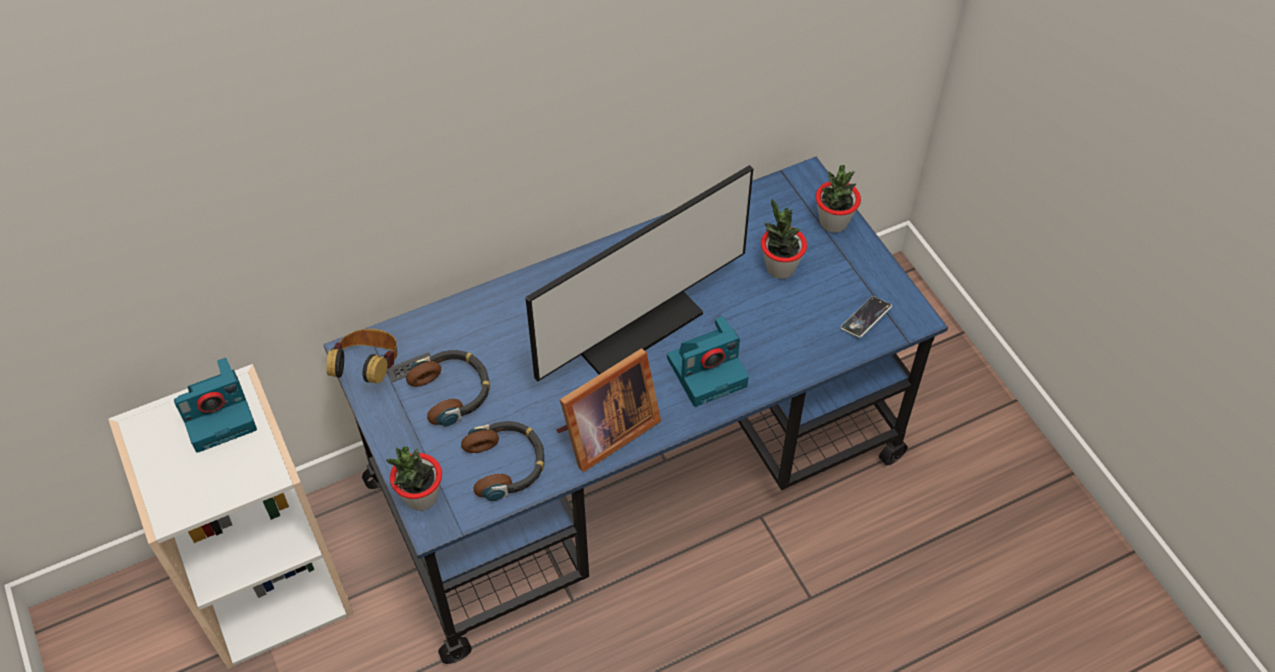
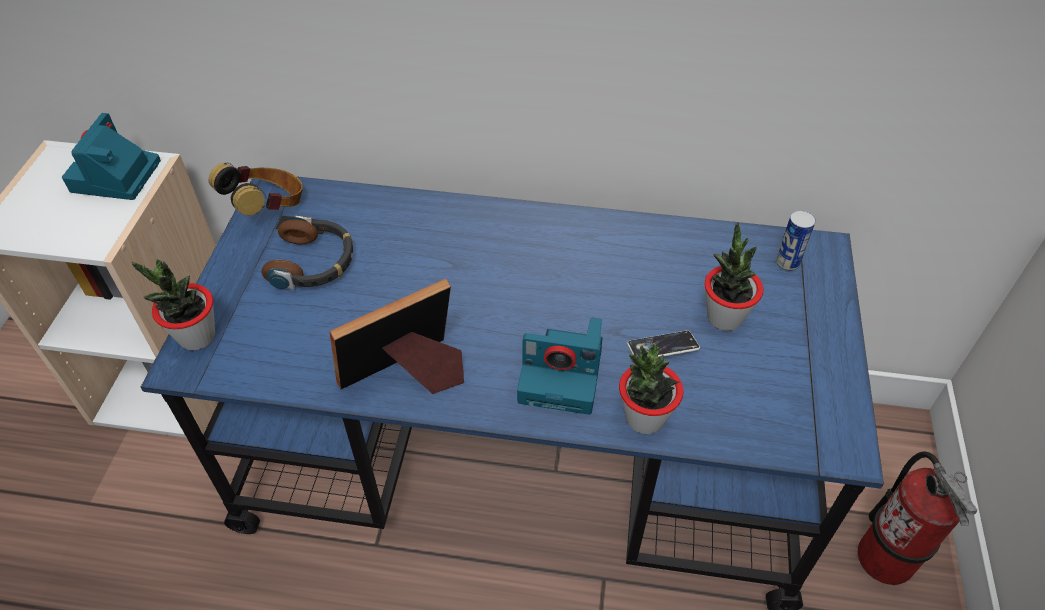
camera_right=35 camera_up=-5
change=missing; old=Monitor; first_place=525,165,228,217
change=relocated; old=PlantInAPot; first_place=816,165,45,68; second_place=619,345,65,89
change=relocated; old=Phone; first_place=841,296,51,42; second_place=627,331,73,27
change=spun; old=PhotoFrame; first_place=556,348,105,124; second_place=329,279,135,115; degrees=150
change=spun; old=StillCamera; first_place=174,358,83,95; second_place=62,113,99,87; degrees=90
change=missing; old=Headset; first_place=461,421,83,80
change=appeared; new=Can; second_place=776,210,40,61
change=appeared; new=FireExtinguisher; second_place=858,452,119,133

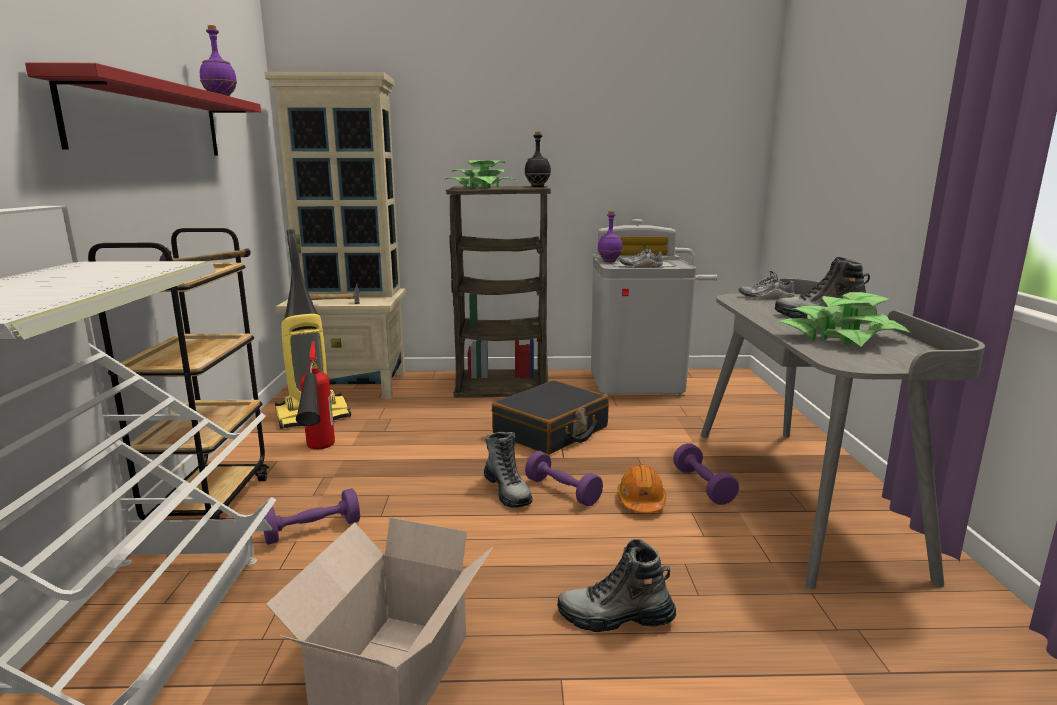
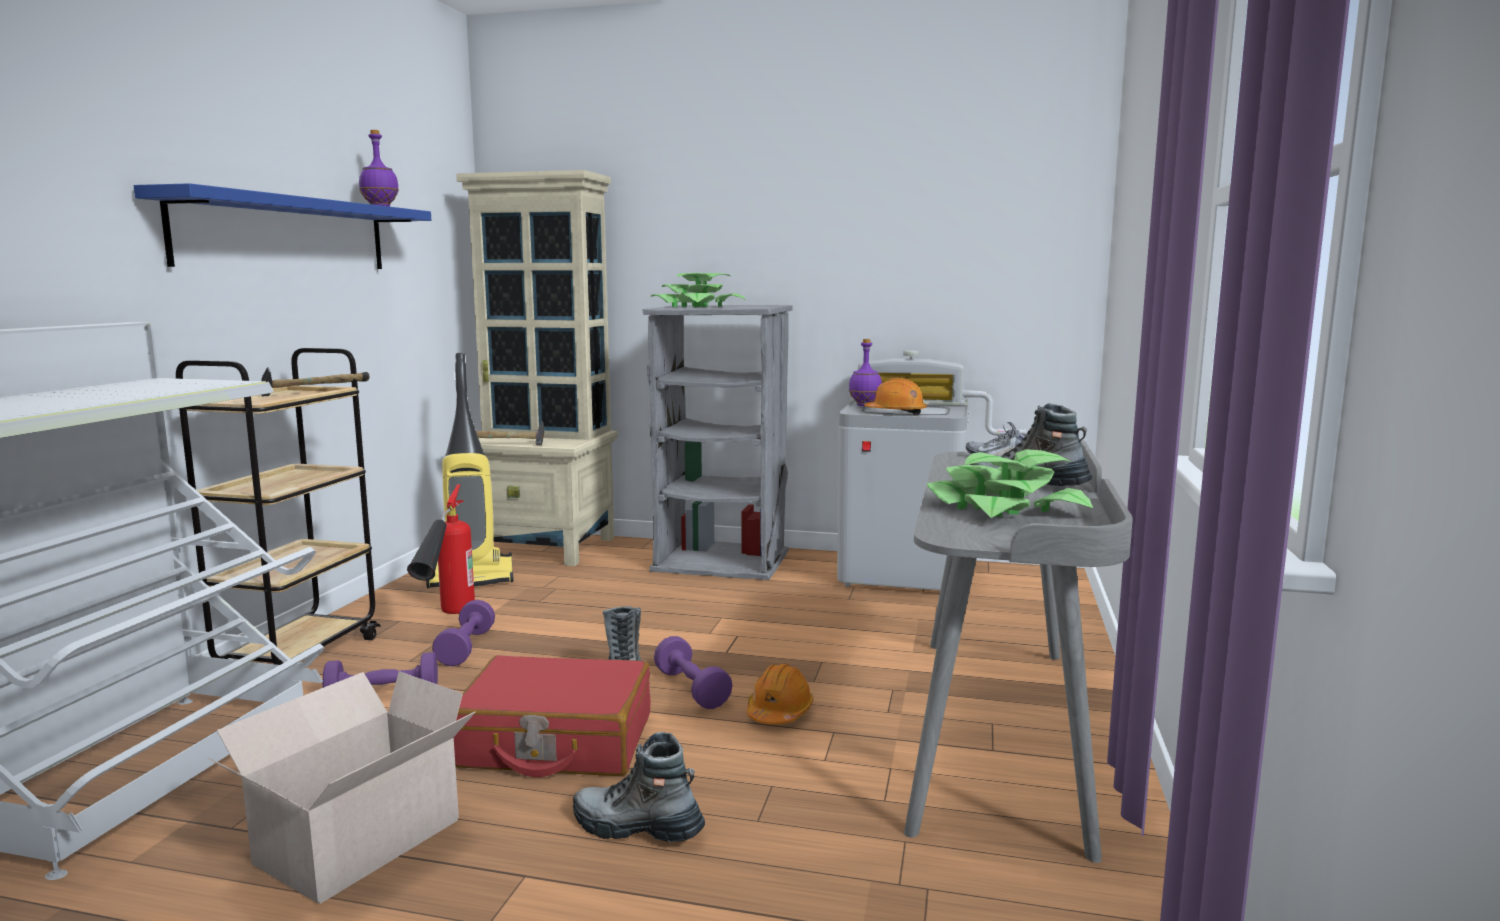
camera_right=15 camera_up=-5
change=colour; old=ReddishWallShelf; new=BluishWallShelf; first_place=25,62,236,94; second_place=134,183,297,86
change=missing; old=BlackBeverageBottle; first_place=525,131,26,56
change=colour; old=BrownishBookcase; new=GreyishBookcase; first_place=446,186,105,212; second_place=642,305,151,275
change=exchanged; old=LowShoe; new=OrangeHardHat; first_place=620,245,43,22; second_place=864,378,63,37
change=missing; old=BlackSuitcase; first_place=492,380,117,75
change=relocated; old=PurpleColouredHandWeight; first_place=673,443,66,62; second_place=432,600,63,66
change=appeared; new=ReddishSuitcase; second_place=454,655,196,122

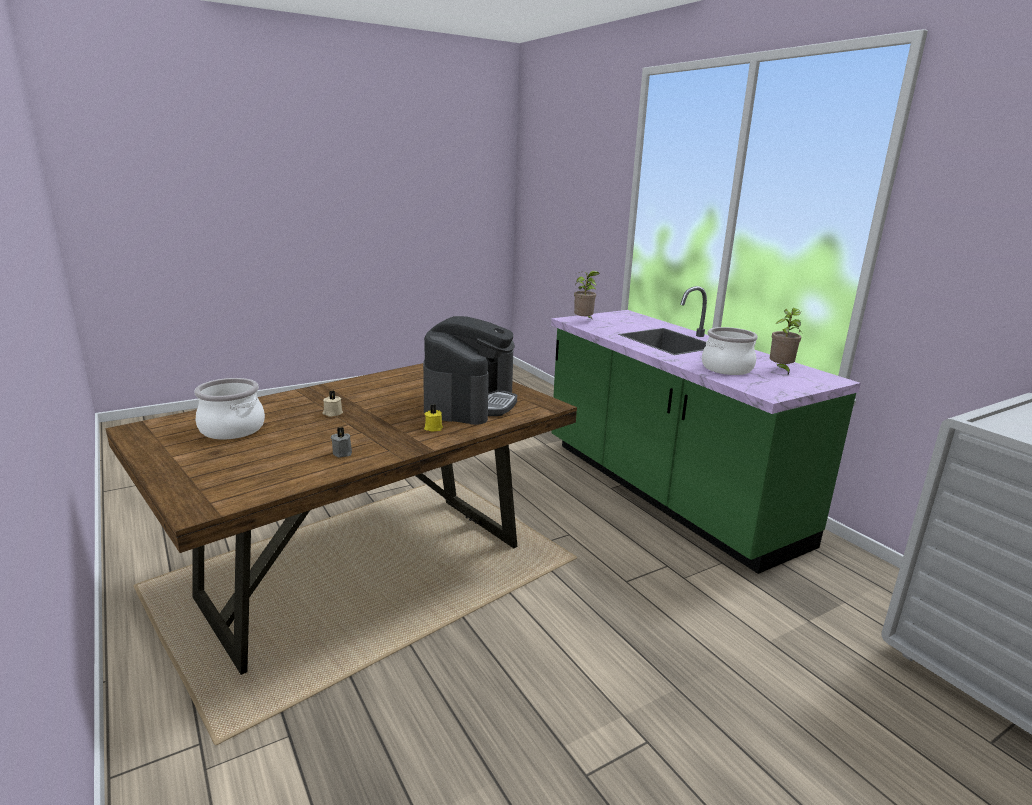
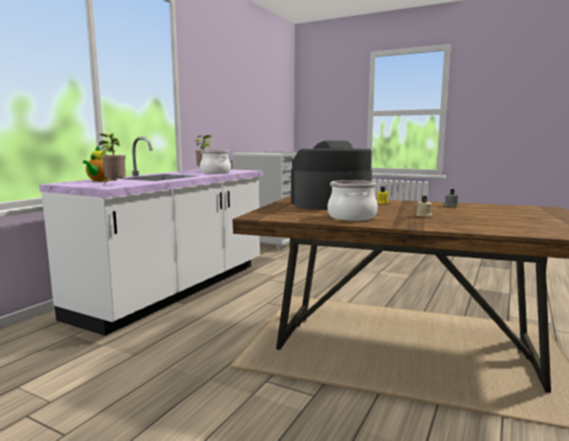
camera_right=-120 camera_up=-10
change=colour; old=GreenColouredKitchenCounter; new=WhitishKitchenCounter; first_place=551,286,310,288; second_place=39,137,224,199
change=relocated; old=Stockpot; first_place=194,378,71,62; second_place=328,180,50,41
change=appeared; new=PotForTea; second_place=83,145,25,37

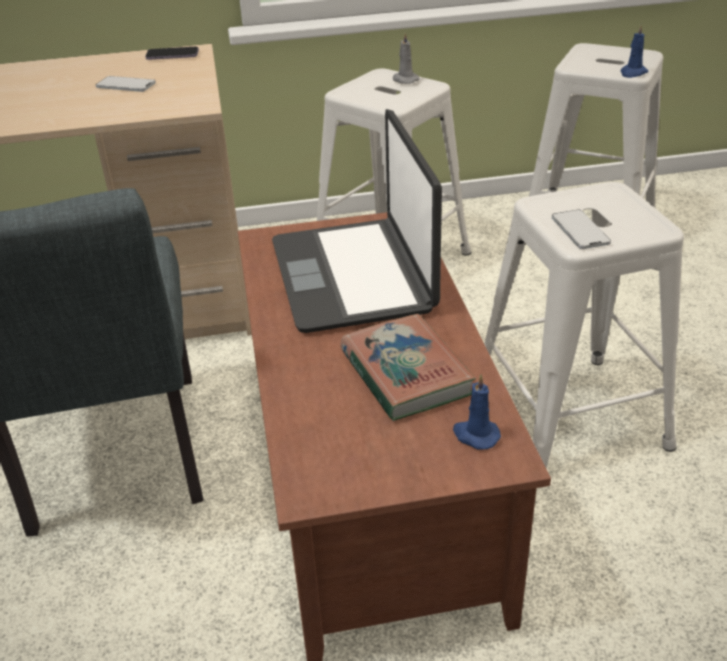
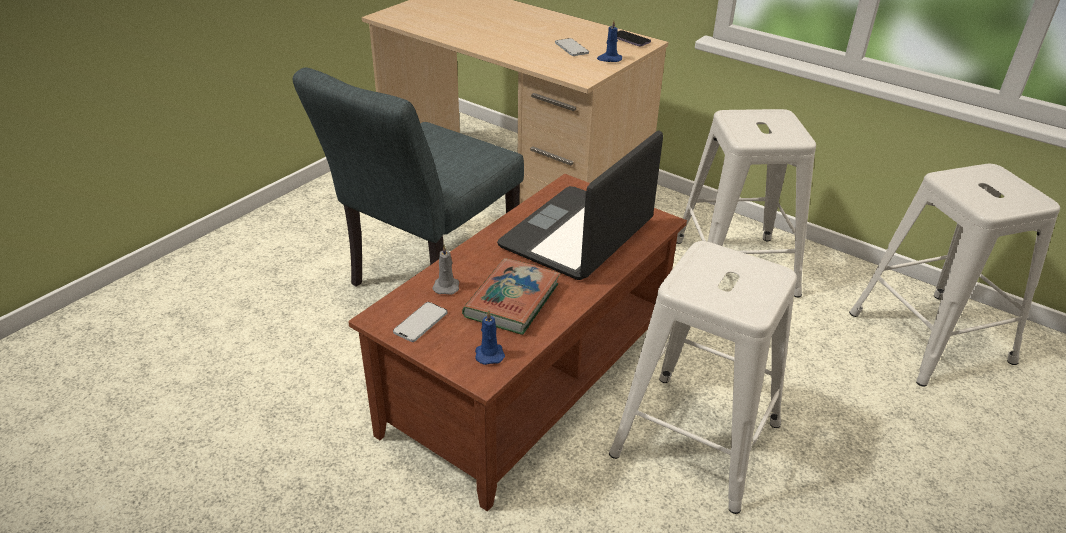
camera_right=45 camera_up=0
change=relocated; old=BluishWaxCandle; first_place=620,24,28,54; second_place=597,19,25,43
change=relocated; old=GreyishWaxCandle; first_place=393,32,26,52; second_place=432,244,27,51
change=relocated; old=Phone; first_place=552,210,59,39; second_place=393,302,55,40

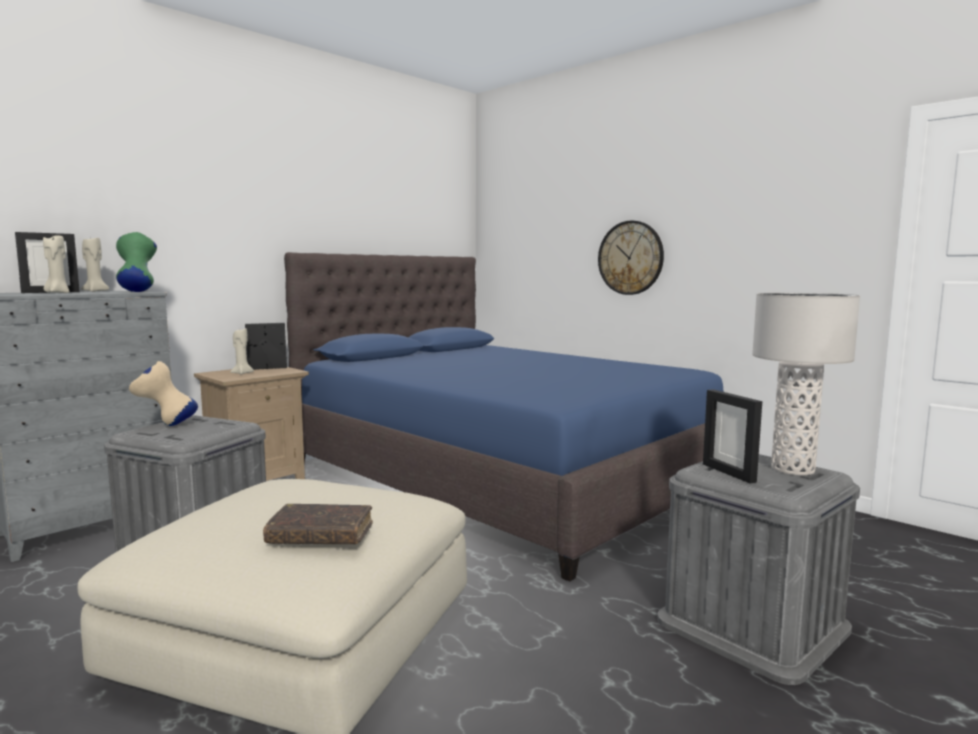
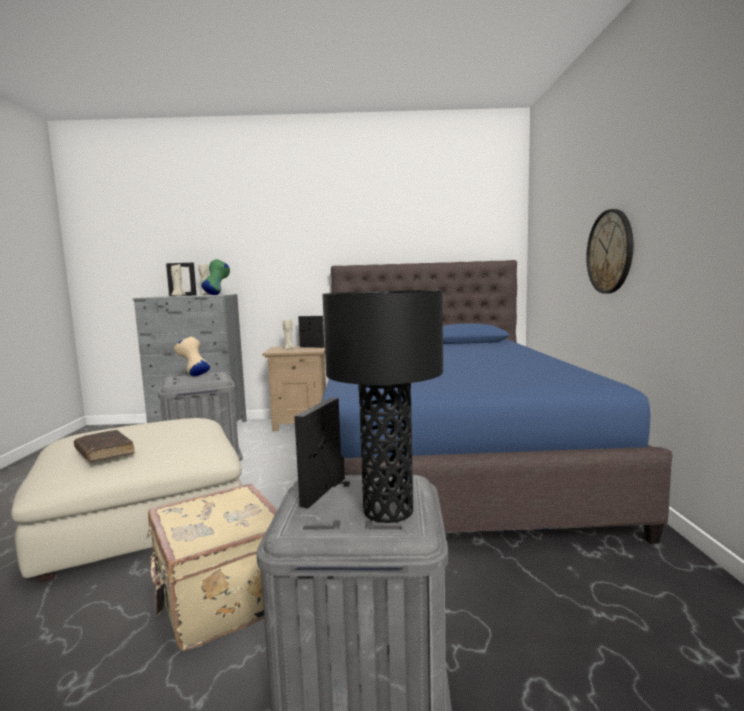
camera_right=45 camera_up=0
change=colour; old=WhitishTableLamp; new=BlackTableLamp; first_place=752,293,108,182; second_place=322,290,121,233
change=appeared; new=BeigeSuitcase; second_place=146,483,131,167

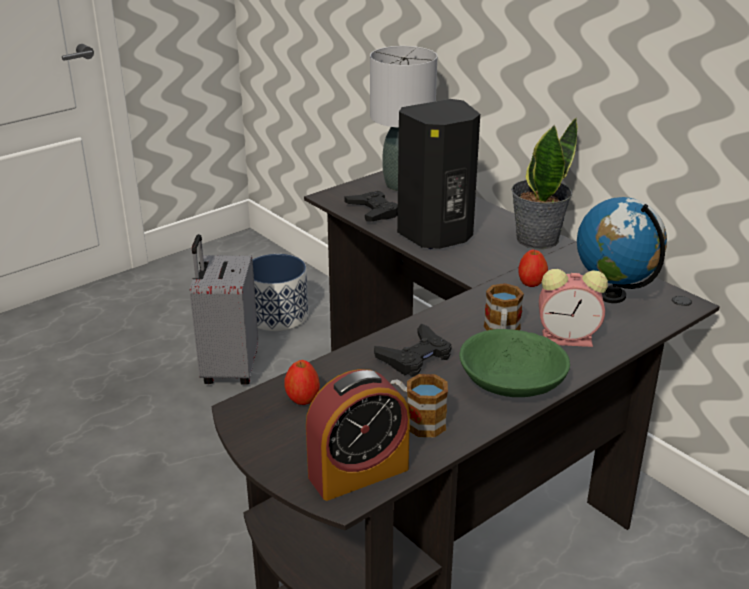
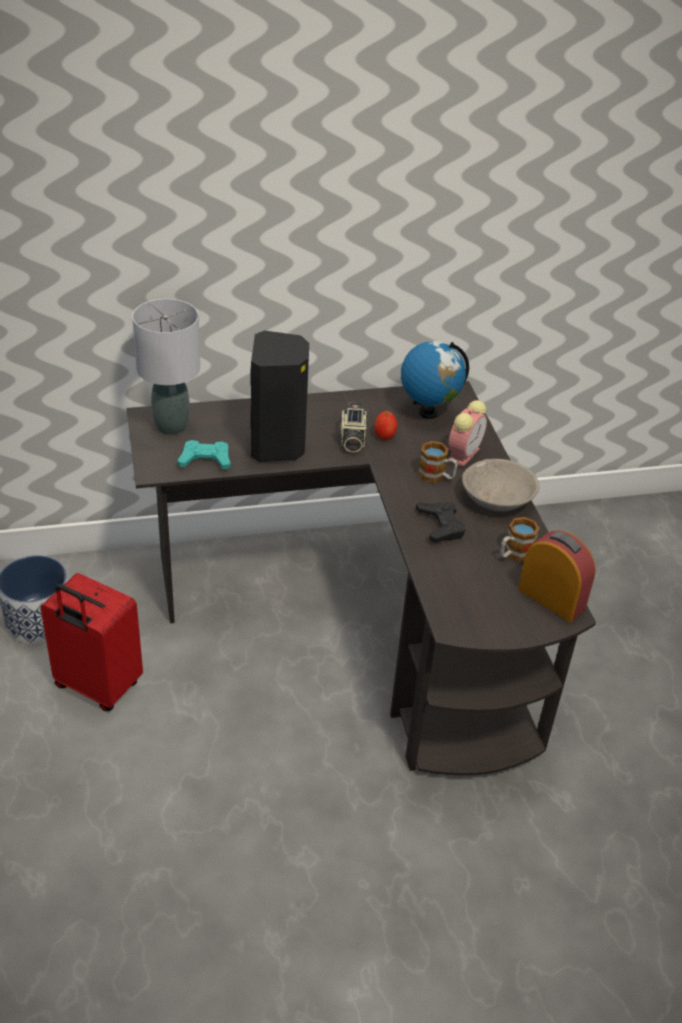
camera_right=-65 camera_up=10
change=missing; old=PlantInAPot; first_place=511,117,66,132
change=colour; old=BlackGamepad; new=BlueGreenGamepad; first_place=345,191,53,30; second_place=177,440,54,29
change=colour; old=GreyishSuitcase; new=ReddishSuitcase; first_place=190,234,68,151; second_place=40,573,103,138
change=colour; old=GreenColouredBowl; new=GreyishBowl; first_place=459,329,111,68; second_place=462,459,77,53
change=missing; old=AppleFruit; first_place=284,360,36,45
change=spun; old=AlarmClock; first_place=306,369,104,132; second_place=518,530,78,92; degrees=-45
change=appeared; new=StillCamera; second_place=338,402,29,51

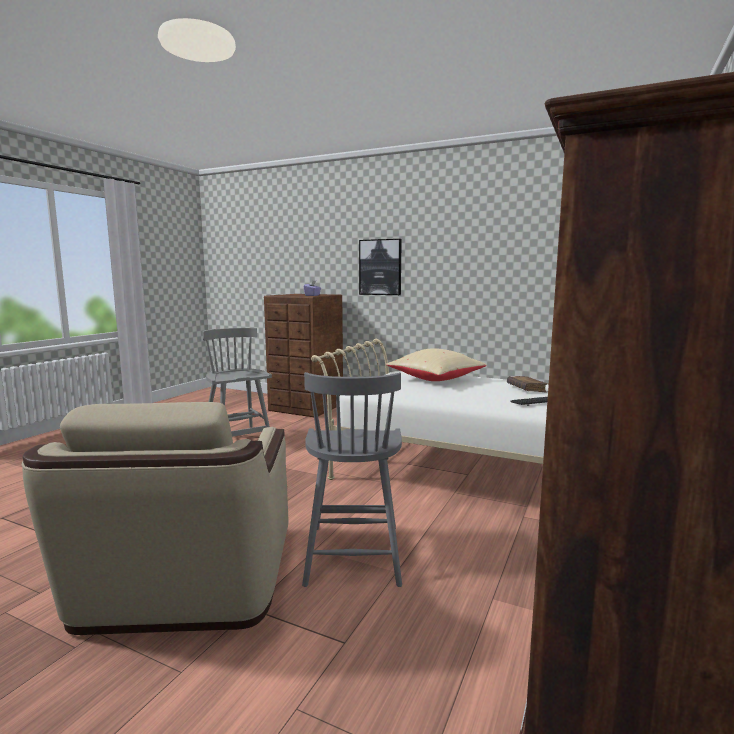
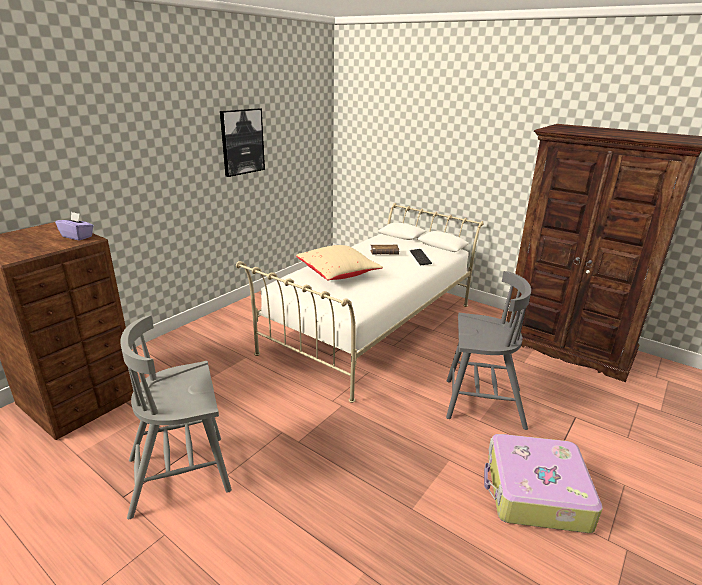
camera_right=-80 camera_up=15
change=relocated; old=WallArt; first_place=359,239,43,56; second_place=220,108,45,69
change=exchanged; old=BeigeArmchair; new=Suitcase; first_place=22,402,266,233; second_place=484,434,119,99

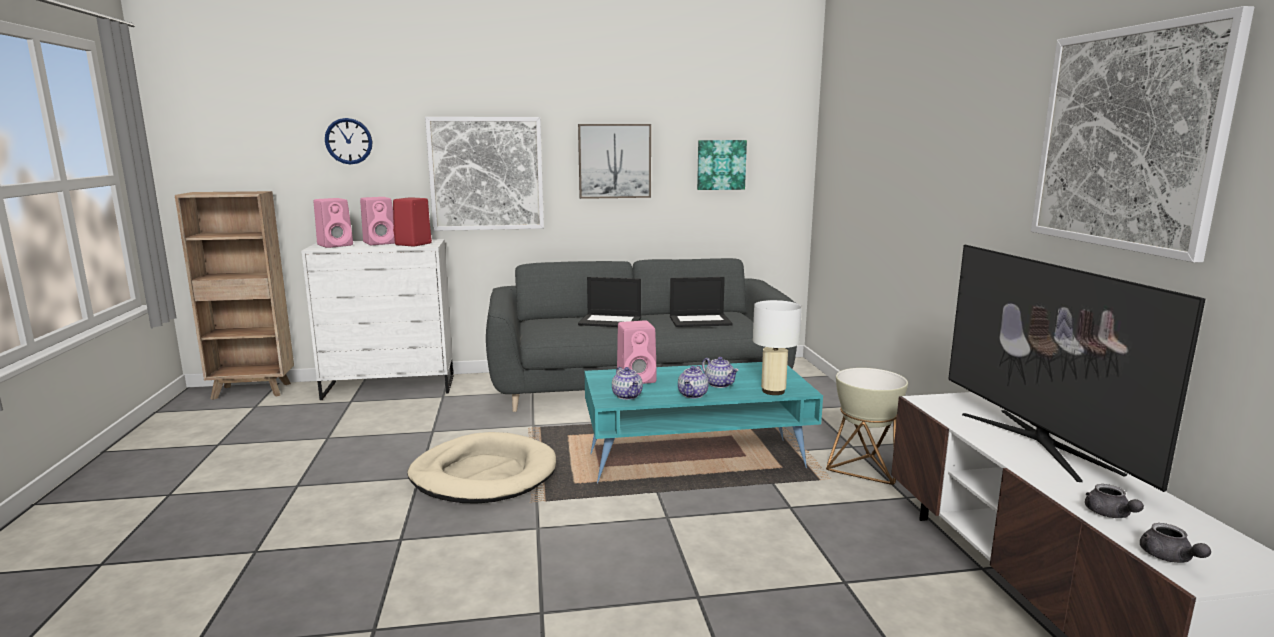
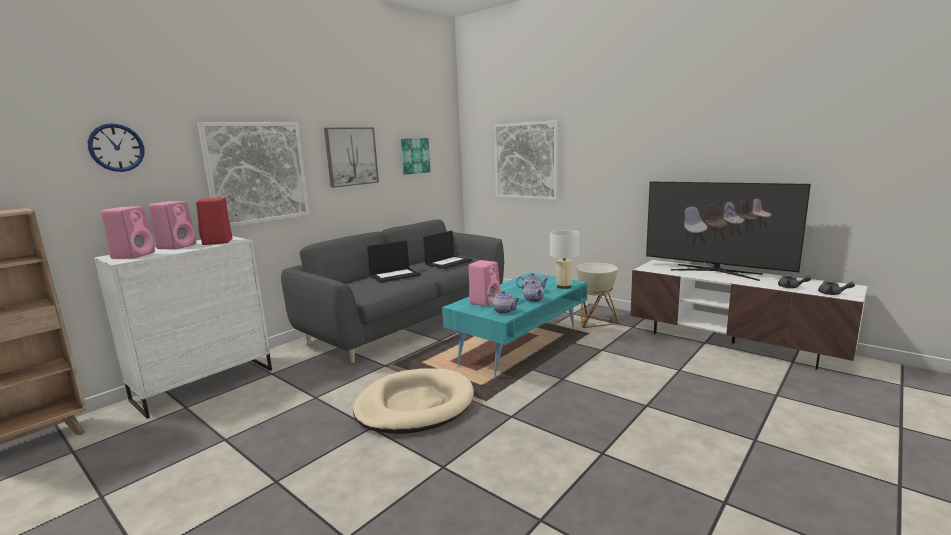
camera_right=-40 camera_up=0
change=relocated; old=WallArt; first_place=1031,6,223,257; second_place=494,120,65,80

